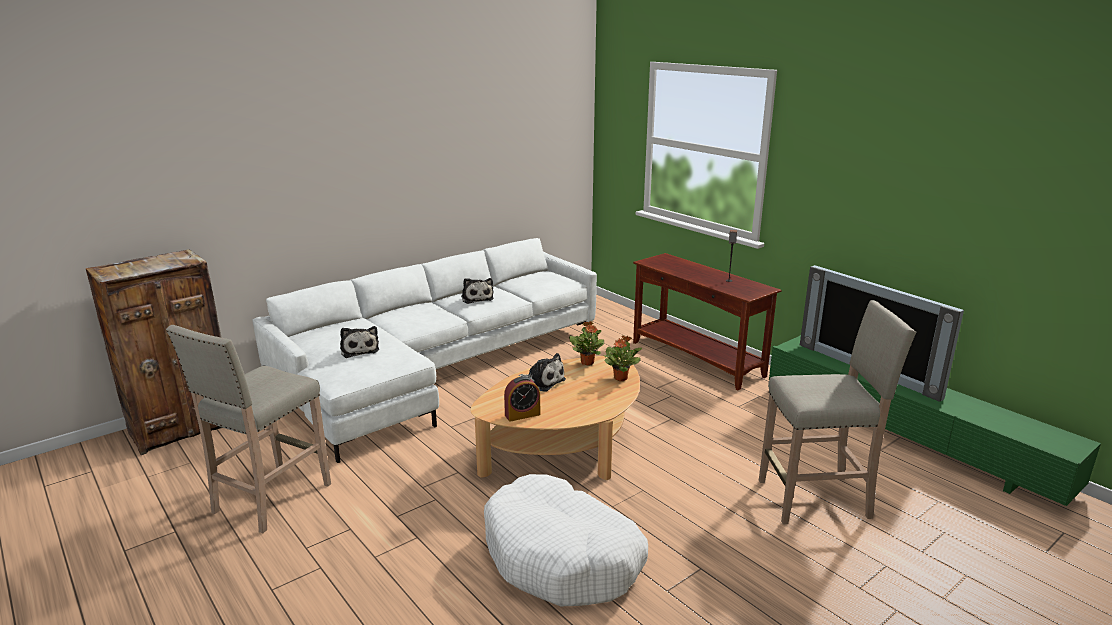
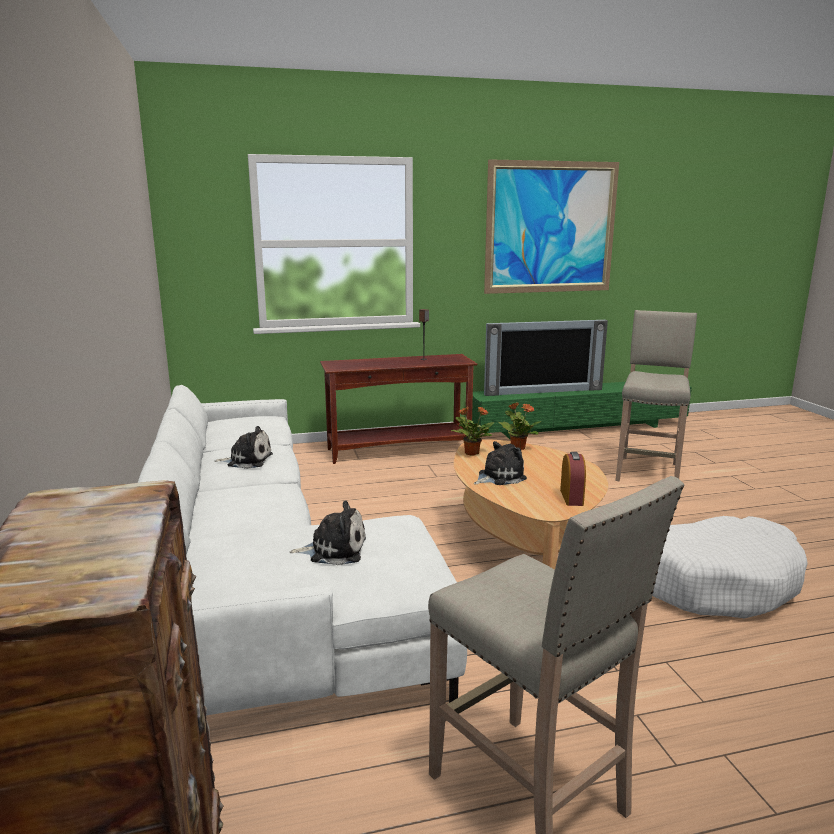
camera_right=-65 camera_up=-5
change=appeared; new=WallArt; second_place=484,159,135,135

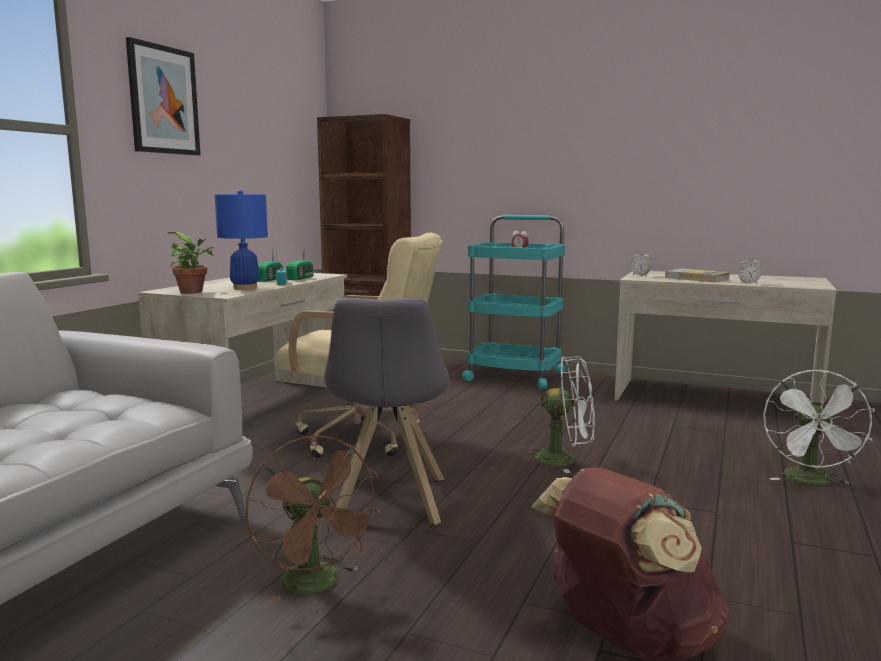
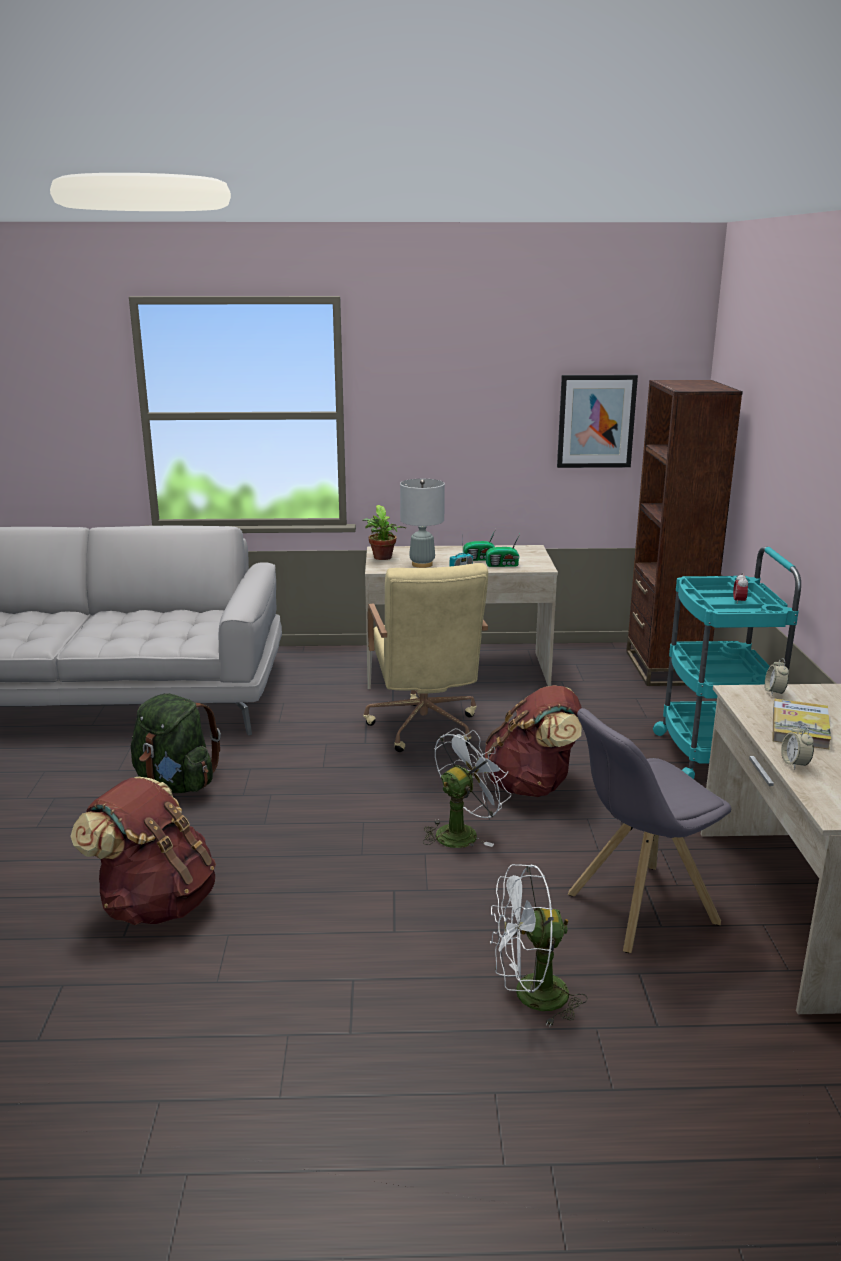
camera_right=65 camera_up=10
change=relocated; old=WallArt; first_place=126,37,74,118; second_place=557,375,81,93
change=colour; old=BluishTableLamp; new=GreyishTableLamp; first_place=215,190,53,100; second_place=400,479,45,89
change=relocated; old=GreyishChair; first_place=324,298,126,227; second_place=568,708,163,245
change=spun; old=WhitishFan; first_place=525,356,70,117; second_place=423,728,88,120; degrees=-120
change=exchanged; old=BrownishFan; new=GreenColouredRucksack; first_place=246,435,135,170; second_place=131,693,90,100
change=appeared; new=BrownishRucksack; second_place=485,685,97,112

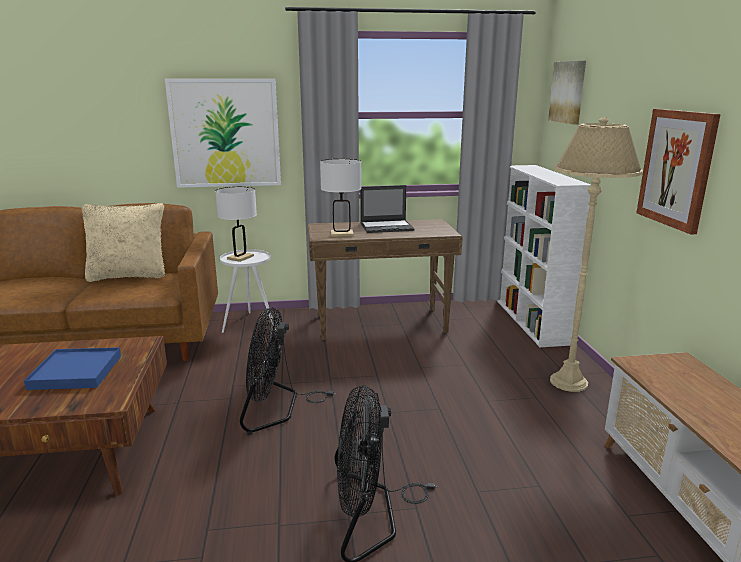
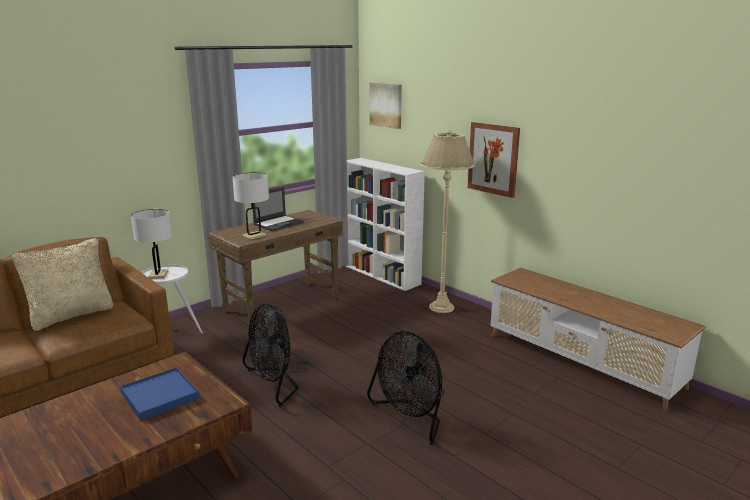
camera_right=-35 camera_up=0
change=missing; old=WallArt; first_place=165,79,116,109

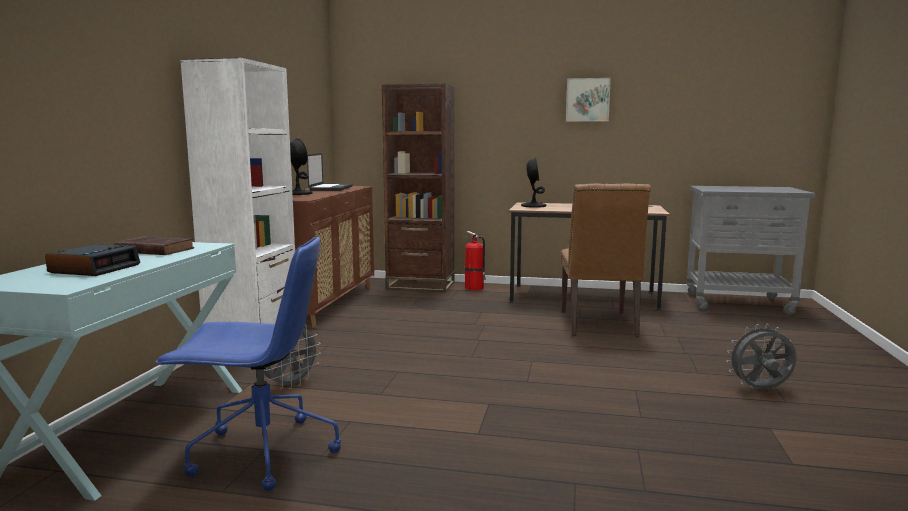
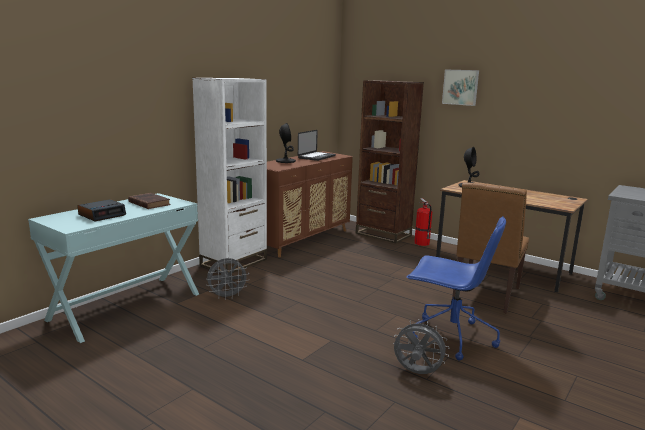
camera_right=25 camera_up=5
change=relocated; old=WallArt; first_place=566,78,45,44; second_place=442,69,37,37
change=relocated; old=BluishDeskChair; first_place=155,235,186,256; second_place=407,216,99,145
change=relocated; old=GreyishFan; first_place=726,324,71,65; second_place=394,319,56,55

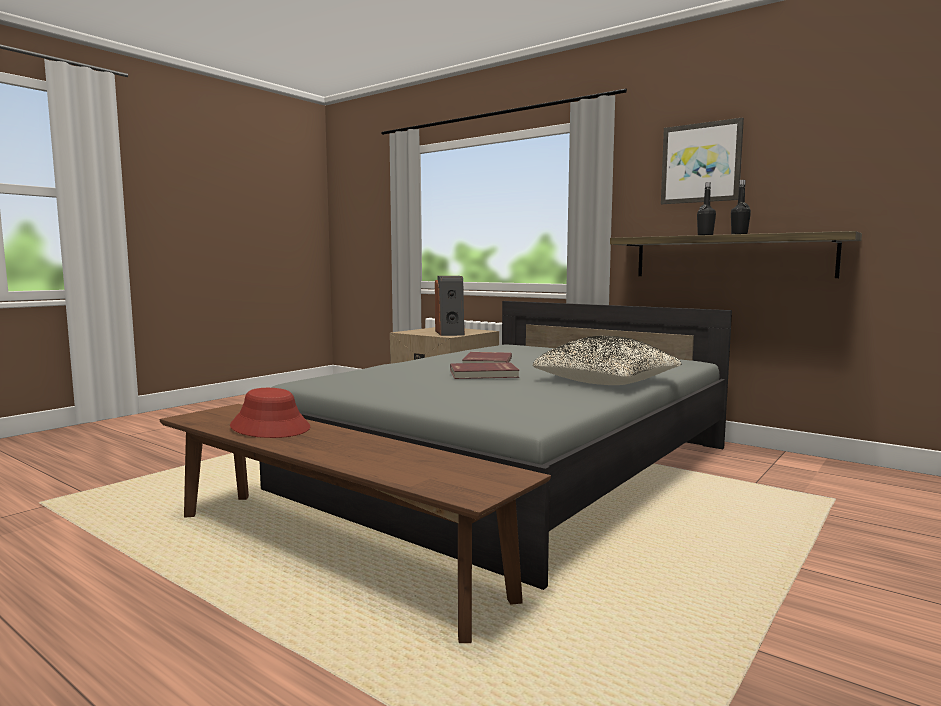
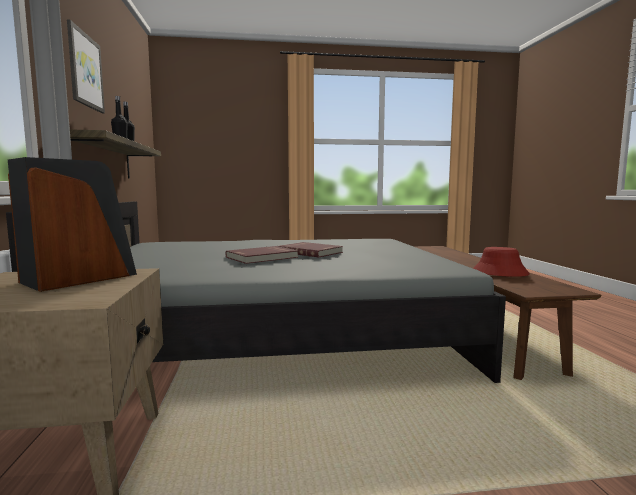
camera_right=-135 camera_up=0
change=missing; old=BeigeCushion; first_place=533,336,149,49

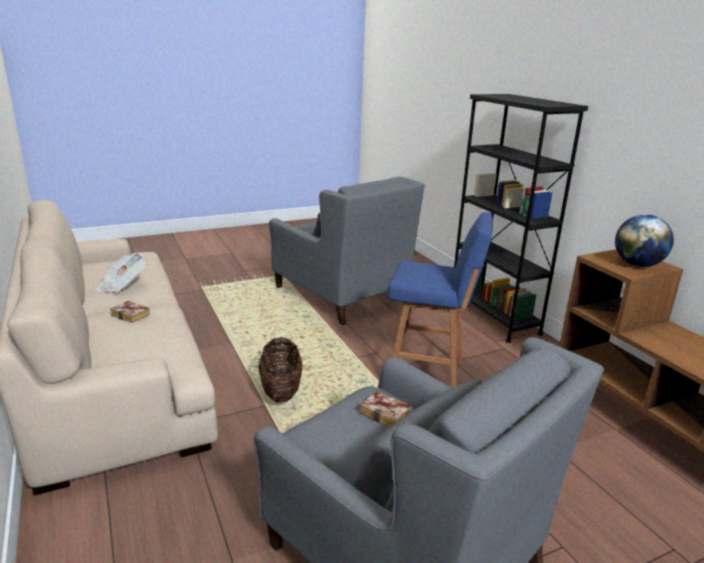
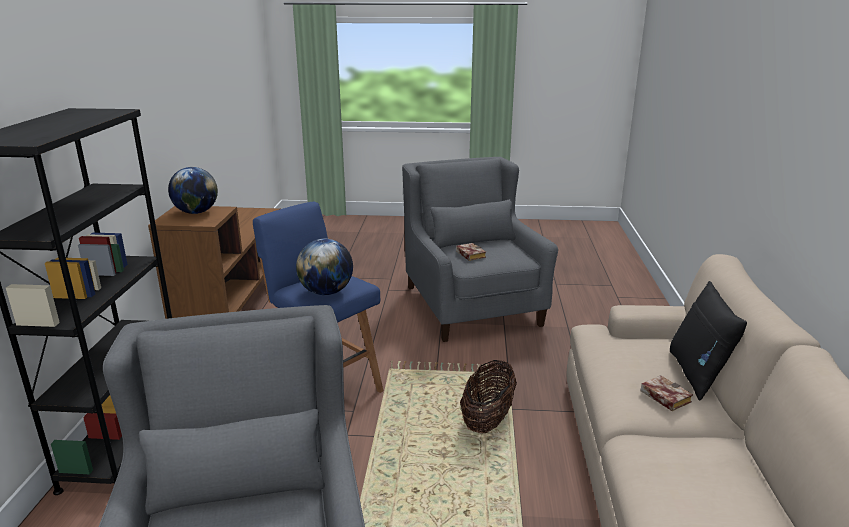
camera_right=-150 camera_up=0
change=missing; old=DailyPaper; first_place=96,253,50,40
change=appeared; new=Globe; second_place=296,239,57,56
change=appeared; new=BlackCushion; second_place=670,281,77,119

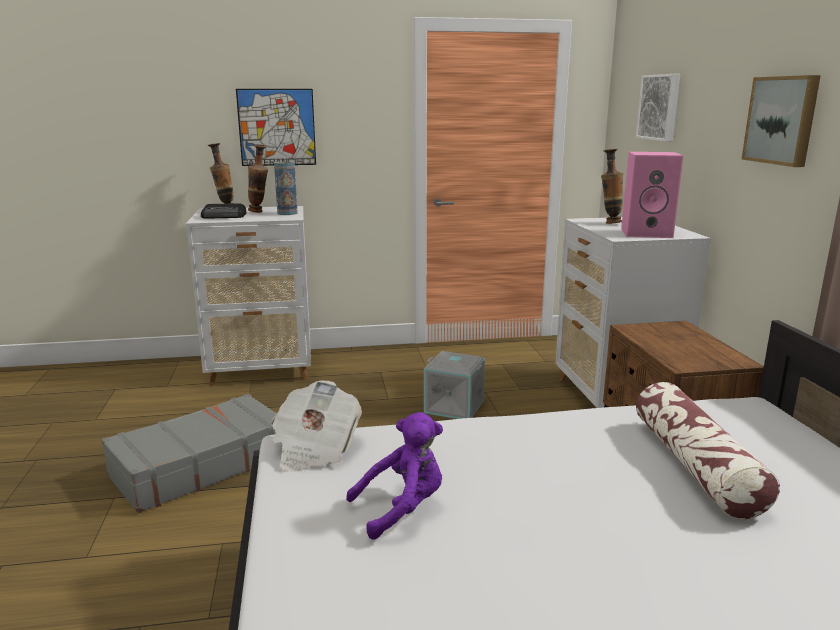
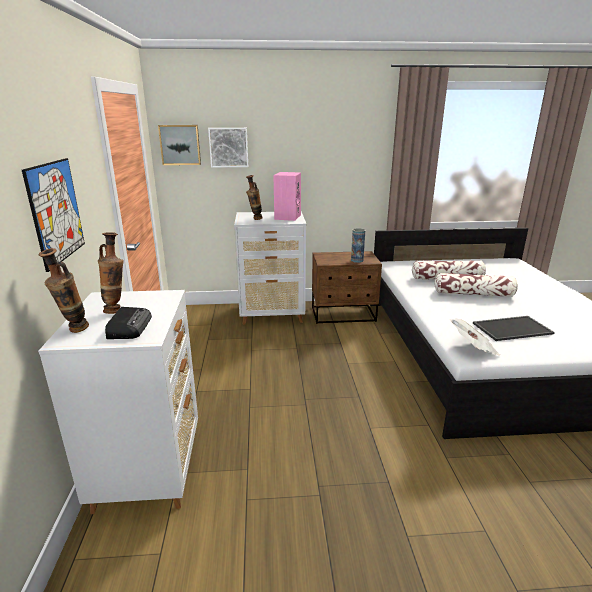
camera_right=-85 camera_up=5
change=relocated; old=WallArt; first_place=742,75,79,92; second_place=158,125,43,40
change=relocated; old=Vase; first_place=274,161,24,54; second_place=351,228,14,35
change=missing; old=GreyishStorageBox; first_place=424,351,61,68
change=missing; old=GreyishSuitcase; first_place=101,394,176,119
change=exchanged; old=PurpleColouredCuddlyToy; new=ServingTray; first_place=346,412,97,128; second_place=473,316,82,25
change=appeared; new=Cushion; second_place=435,273,83,24

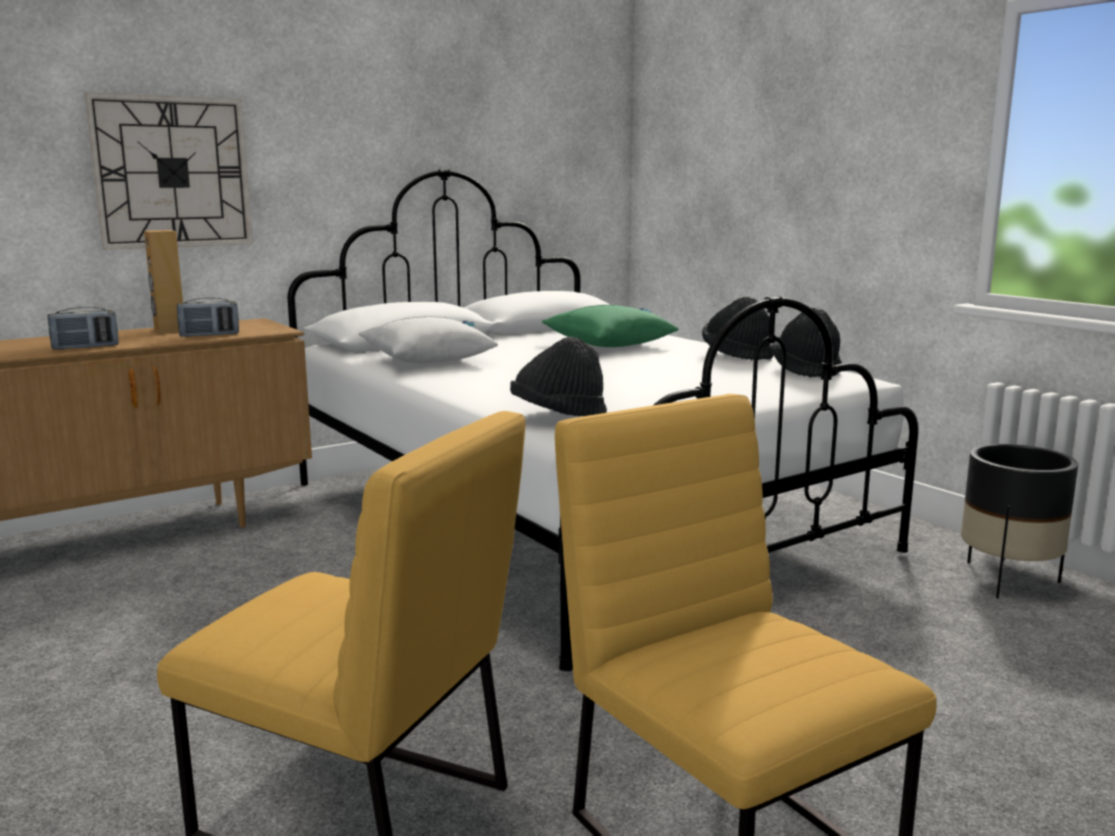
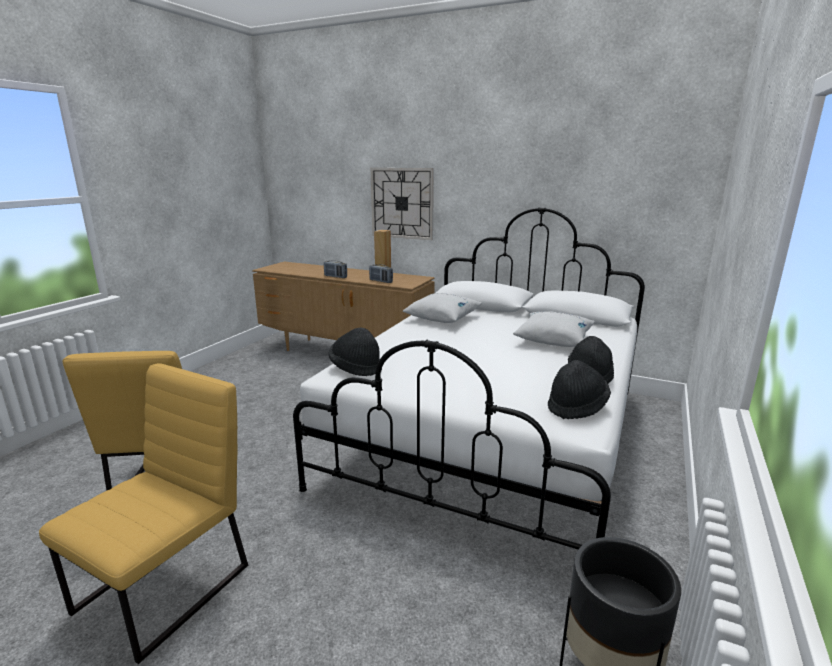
camera_right=60 camera_up=5
change=colour; old=GreenColouredCushion; new=GreyishCushion; first_place=542,305,136,42; second_place=513,311,82,36

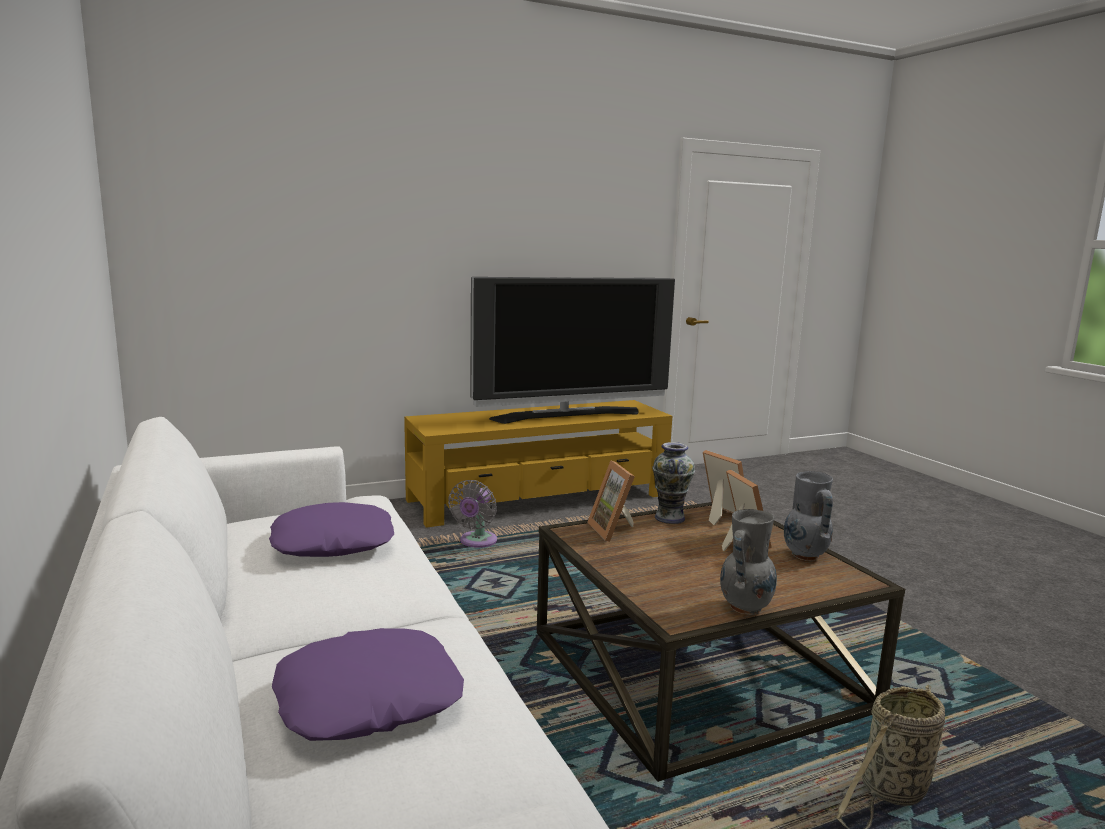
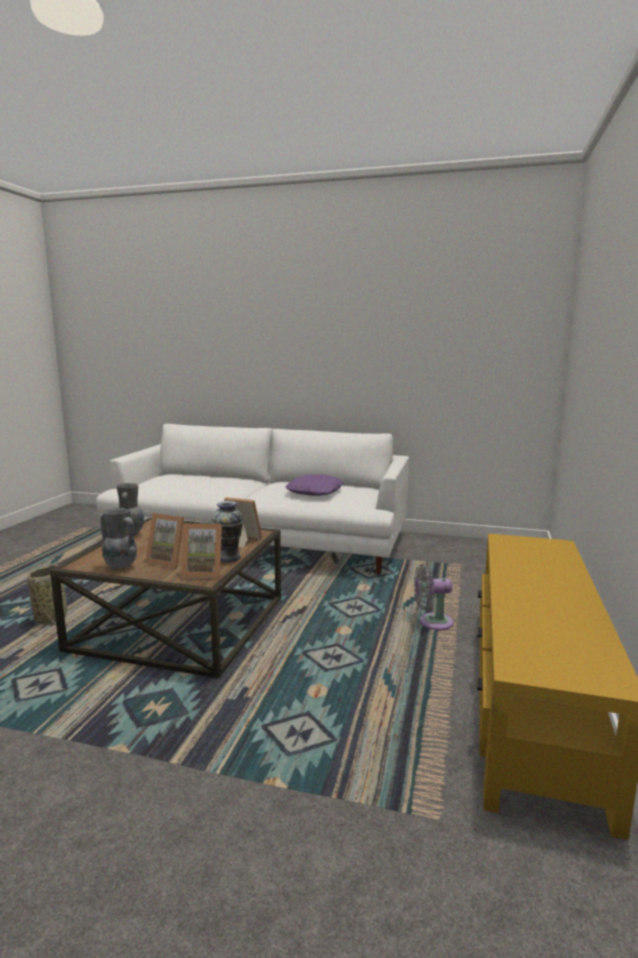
camera_right=130 camera_up=0
change=missing; old=Tv; first_place=470,277,205,147
change=spun; old=GreyishFan; first_place=448,480,49,68; second_place=414,564,39,67; degrees=-60
change=missing; old=PurpleColouredCushion; first_place=272,628,192,113

